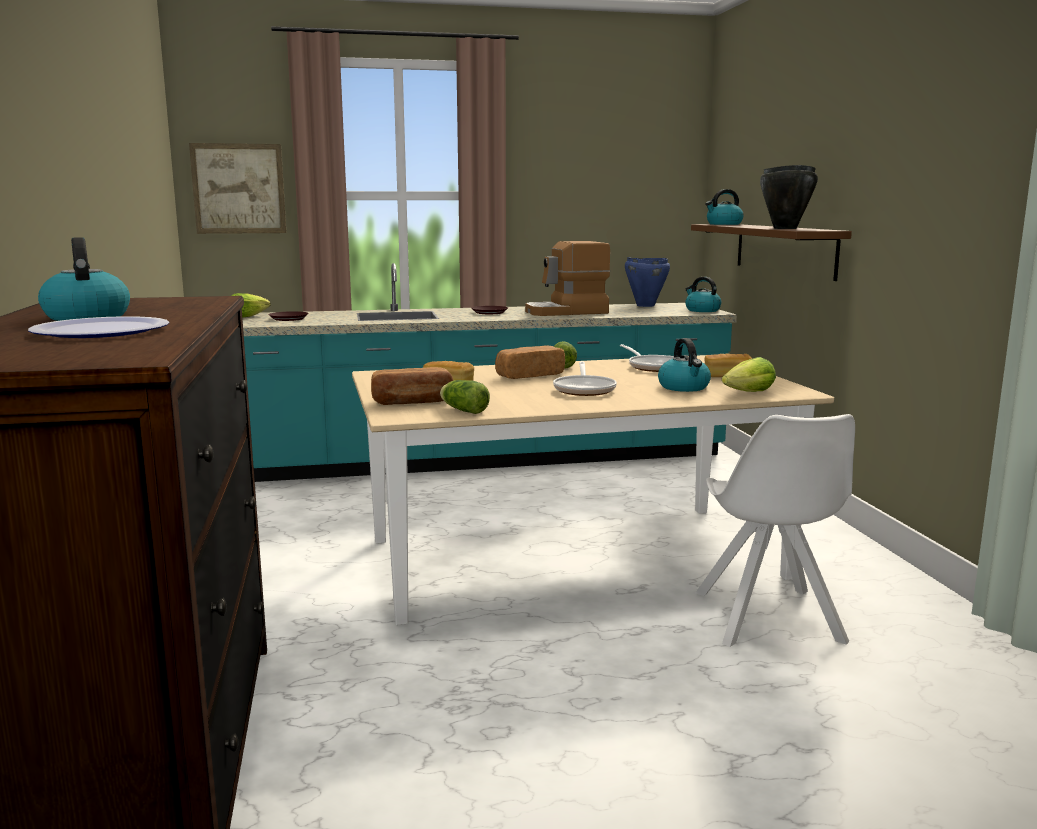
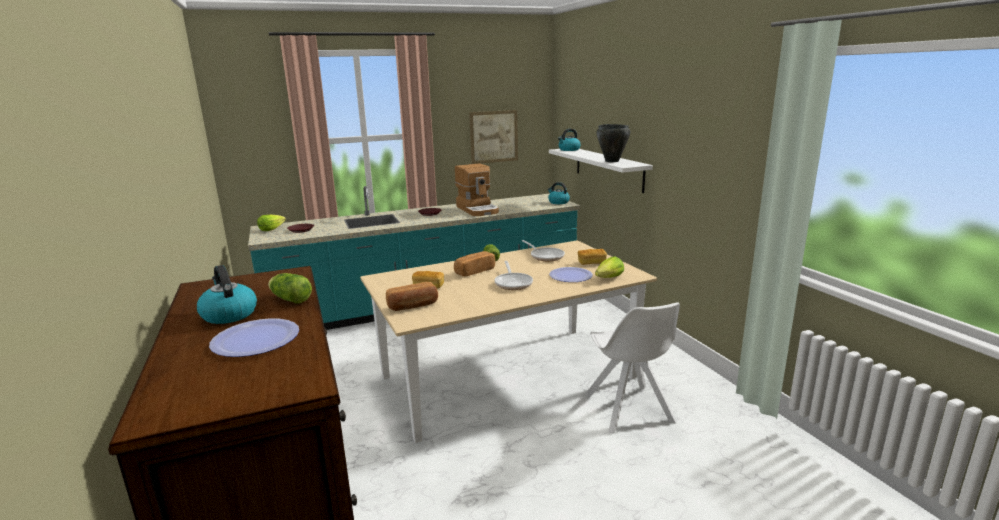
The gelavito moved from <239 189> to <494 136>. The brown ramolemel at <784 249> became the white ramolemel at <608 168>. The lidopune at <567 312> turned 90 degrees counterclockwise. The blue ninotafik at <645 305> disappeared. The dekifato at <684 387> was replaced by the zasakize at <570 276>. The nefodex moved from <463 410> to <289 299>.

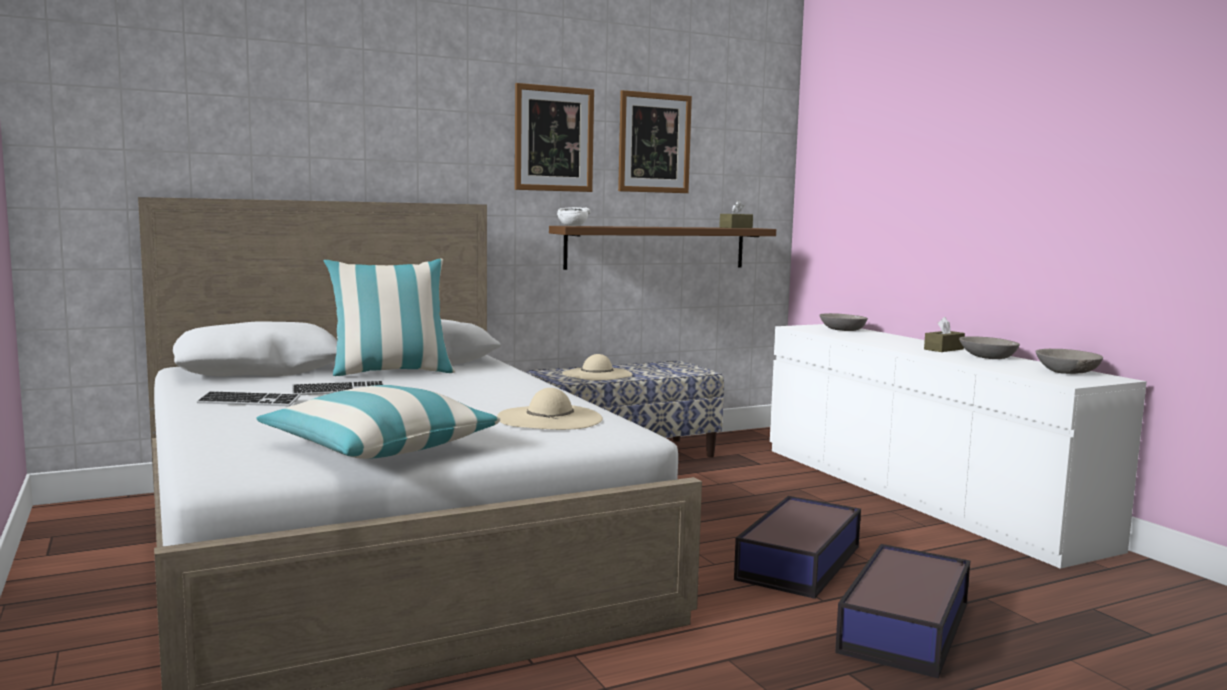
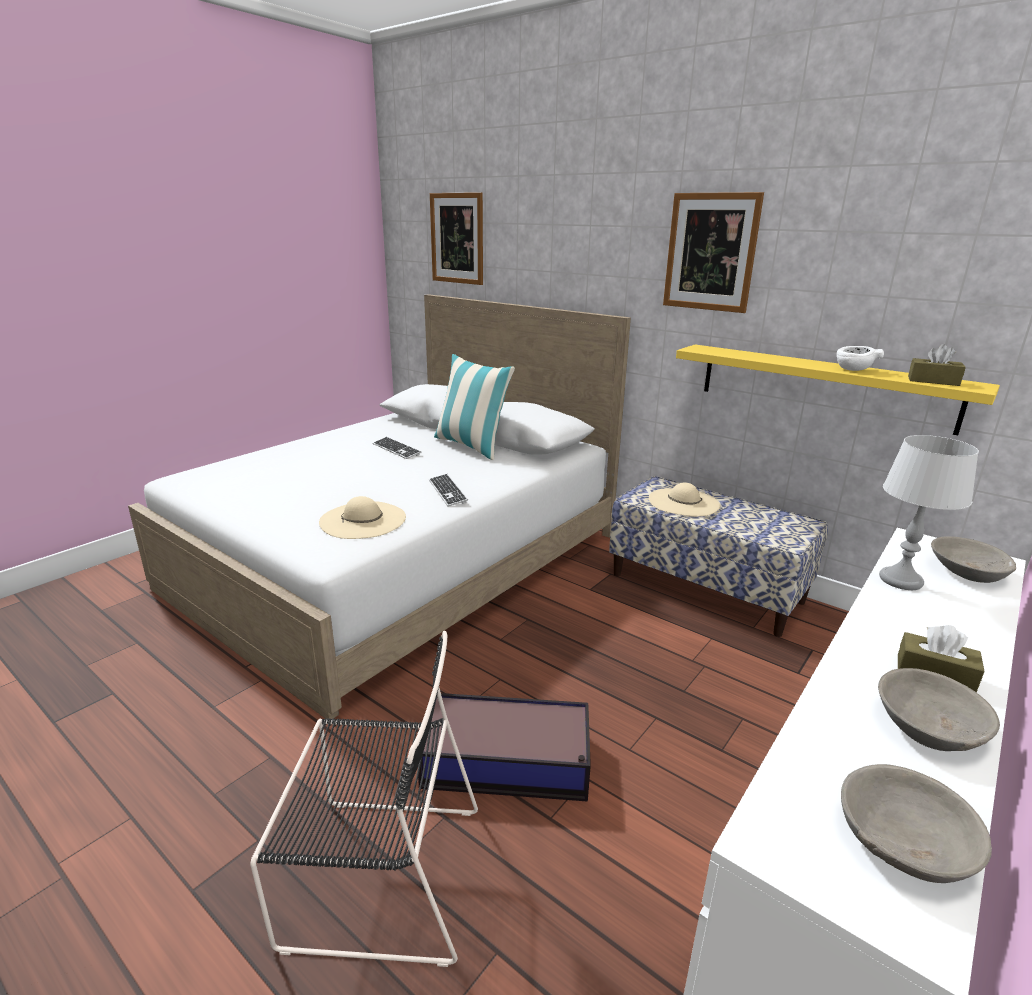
The gelavito moved from <654 143> to <457 238>. The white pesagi moved from <573 226> to <853 369>. The brown ramolemel at <657 247> became the yellow ramolemel at <823 386>. The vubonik at <379 447> disappeared. The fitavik moved from <249 402> to <447 491>. The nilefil at <906 626> was replaced by the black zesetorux at <377 874>. The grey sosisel at <901 580> appeared.

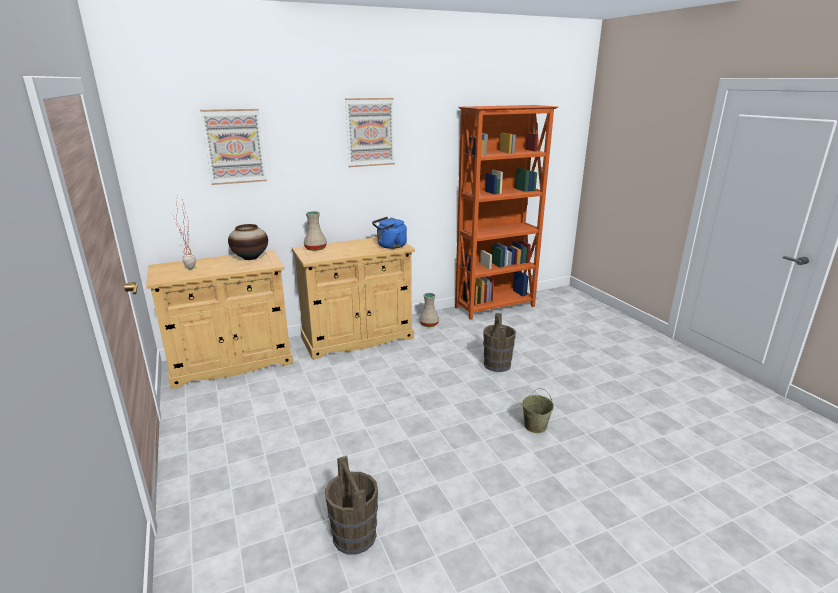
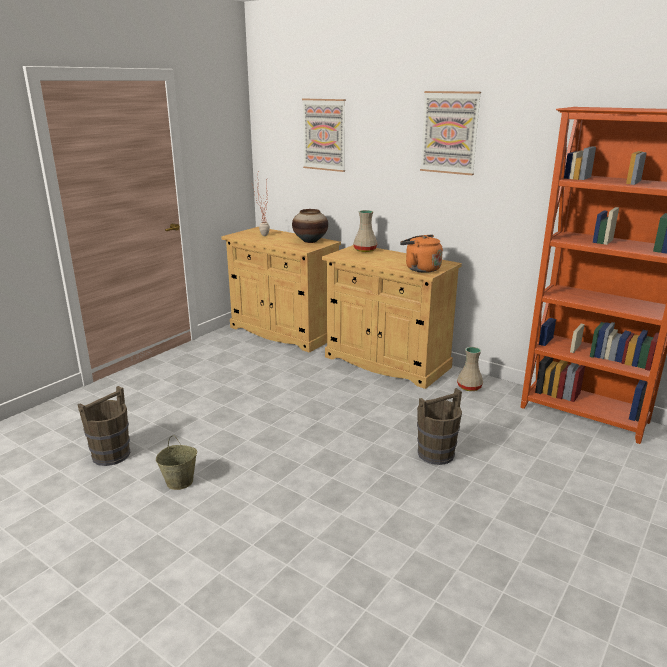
The blue dekifato at <390 246> became the orange dekifato at <420 269>. The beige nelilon moved from <535 426> to <180 481>.

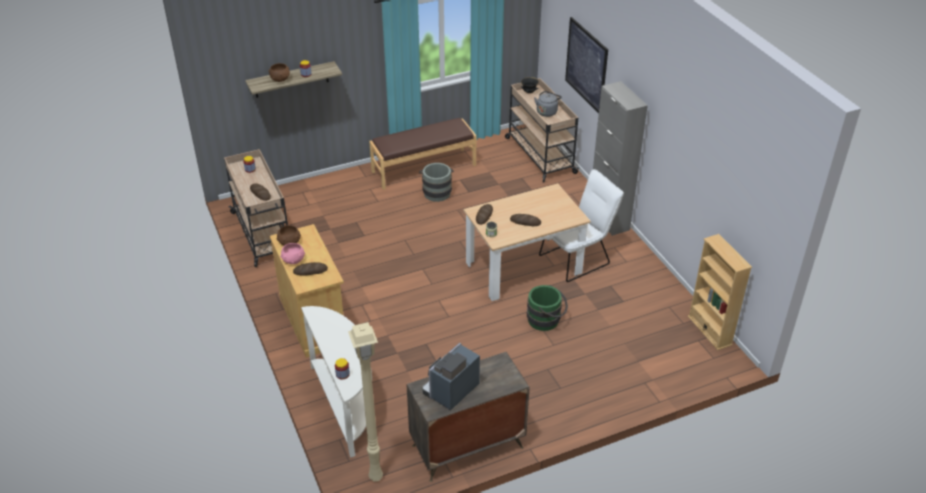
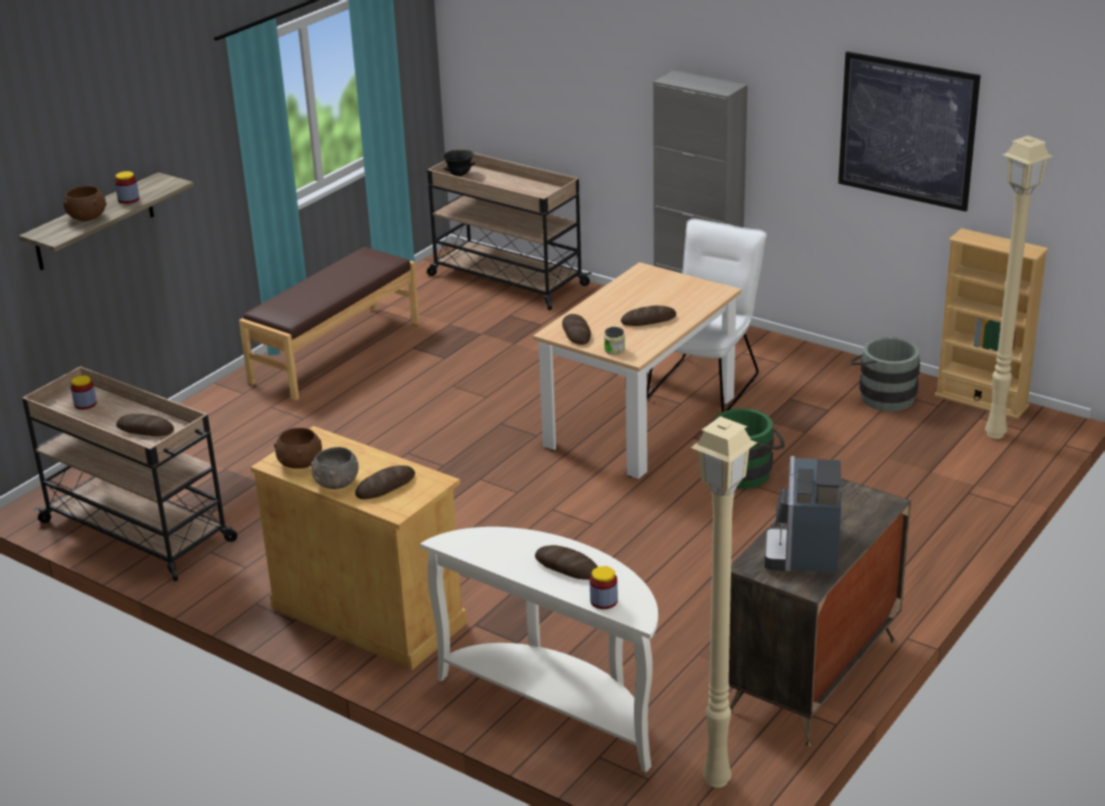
The gelavito moved from <586 65> to <907 130>. The grey dekifato at <547 111> disappeared. The grey nelilon moved from <436 191> to <883 396>. The pink pesagi at <293 260> became the grey pesagi at <336 483>. The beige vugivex at <997 434> appeared. The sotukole at <567 567> appeared.

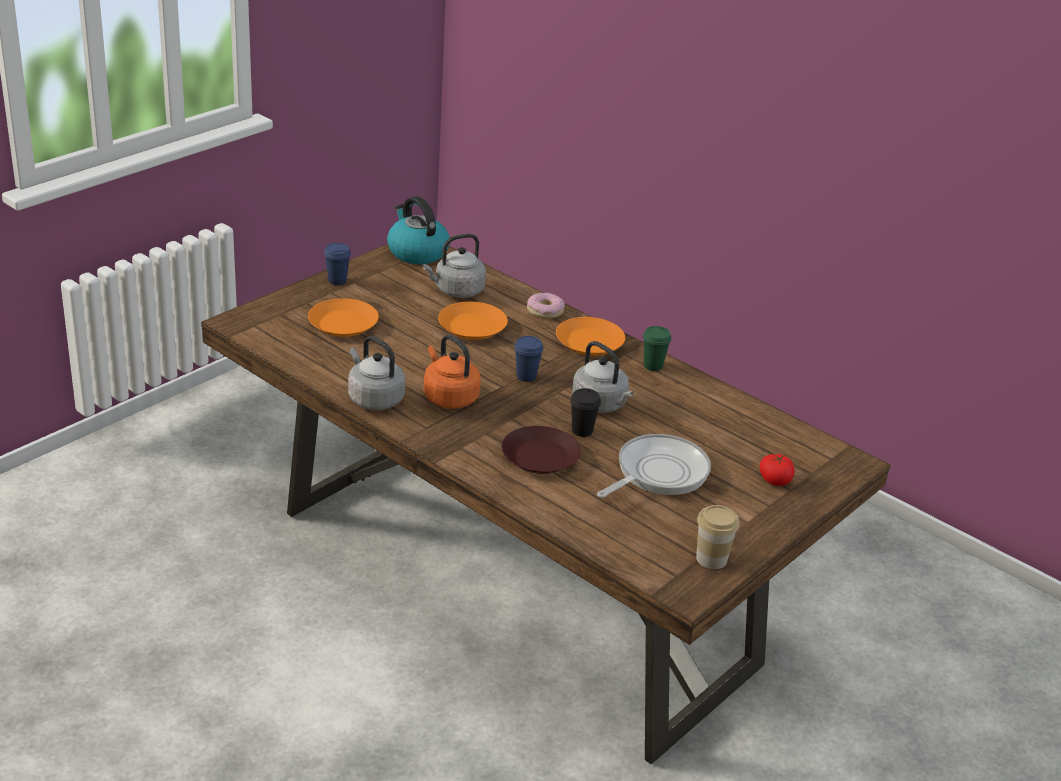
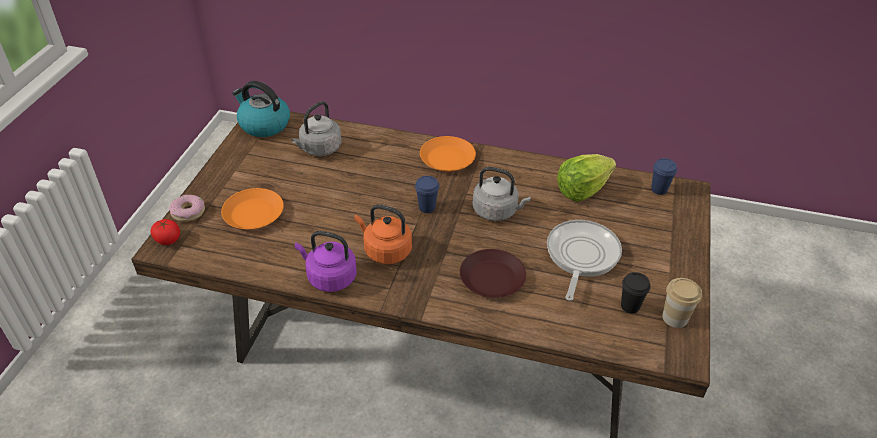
The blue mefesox moved from <337 281> to <659 189>. The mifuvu moved from <545 311> to <188 212>. The orange zasakize at <473 327> disappeared. The green mefesox at <653 366> disappeared. The grey dekifato at <374 398> became the purple dekifato at <329 277>. The black mefesox moved from <582 431> to <630 306>. The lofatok moved from <775 480> to <168 239>. The nefodex at <582 190> appeared.

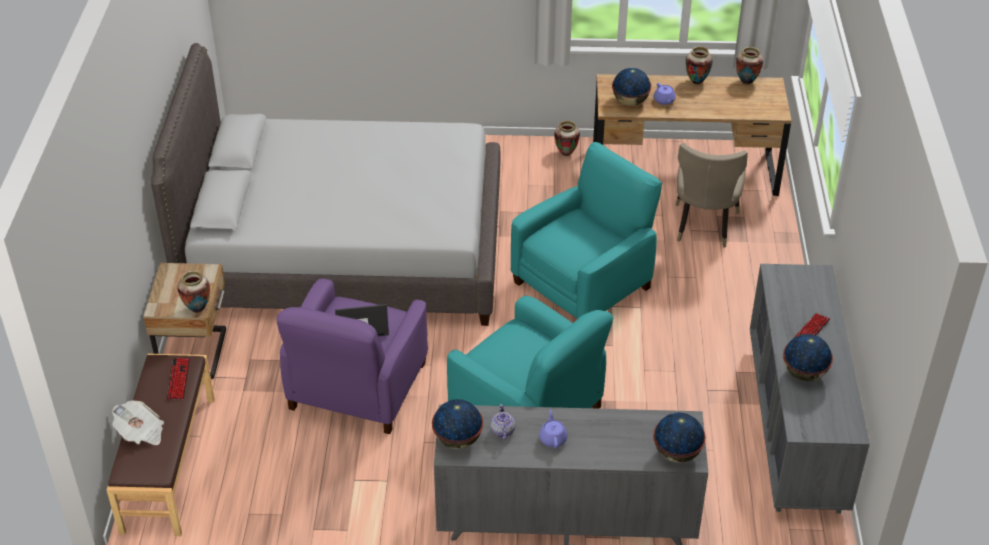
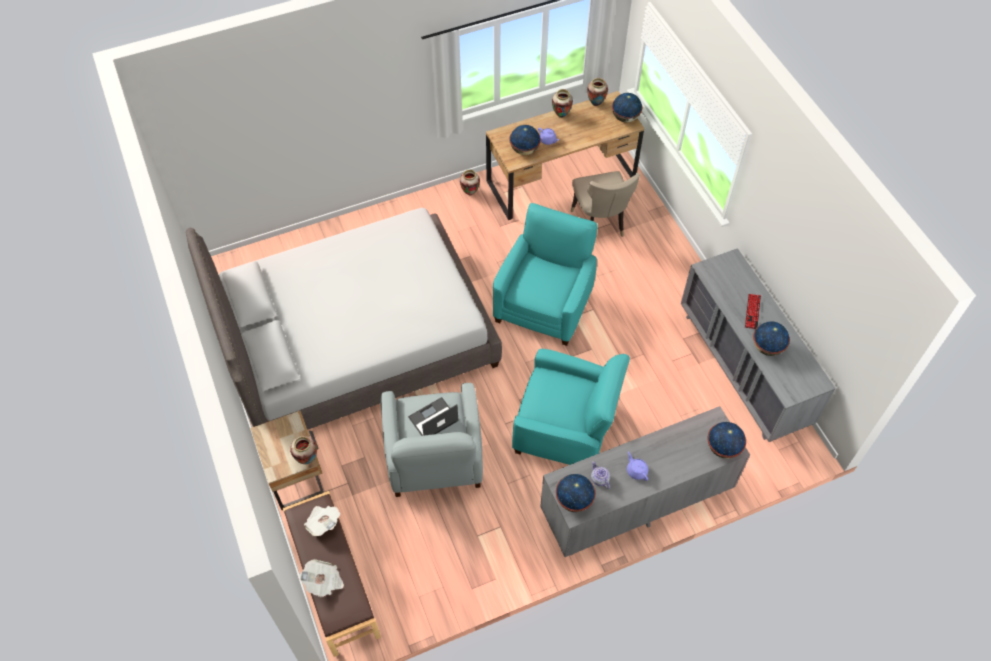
The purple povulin at <356 388> became the grey povulin at <434 458>. The fitavik at <178 379> was replaced by the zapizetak at <323 523>. The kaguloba at <625 118> appeared.

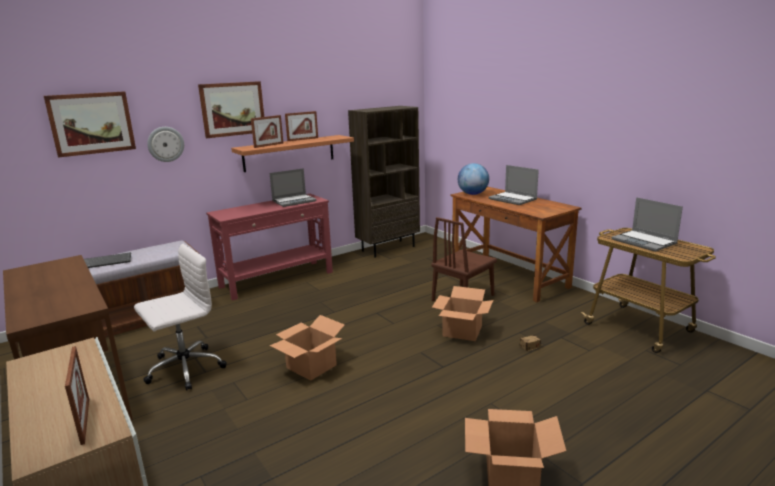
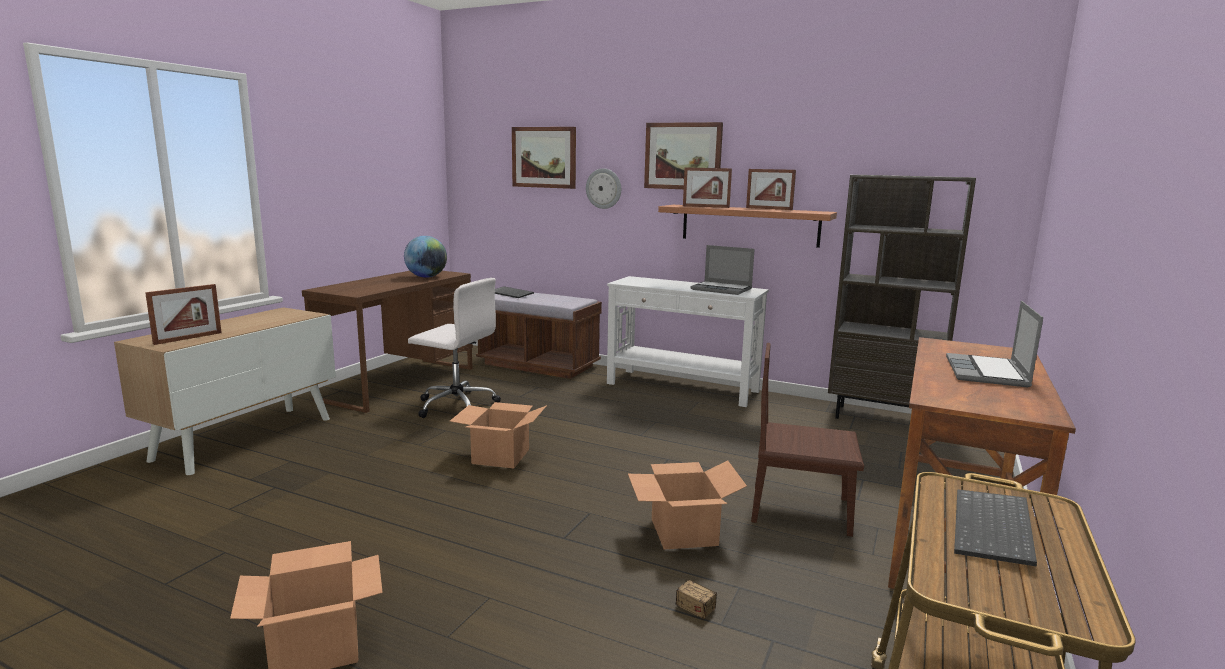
The kaguloba moved from <473 194> to <426 277>. The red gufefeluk at <278 279> became the white gufefeluk at <682 388>. The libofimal at <645 242> was replaced by the fitavik at <995 530>.

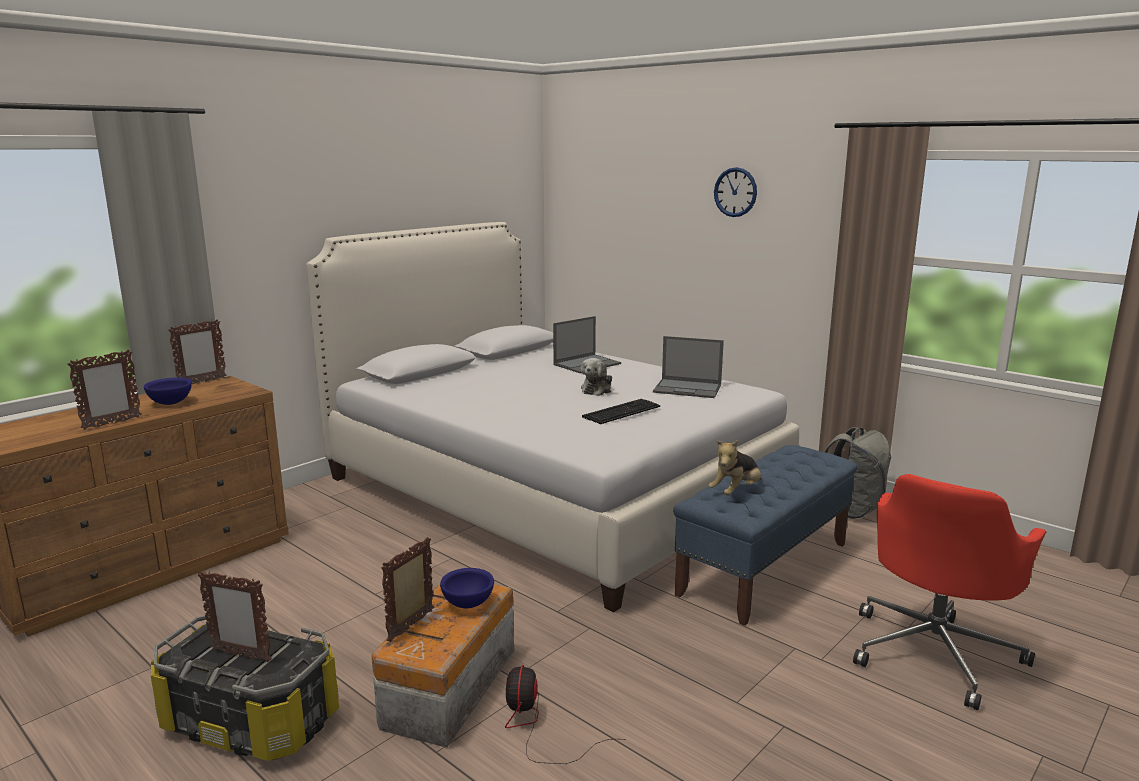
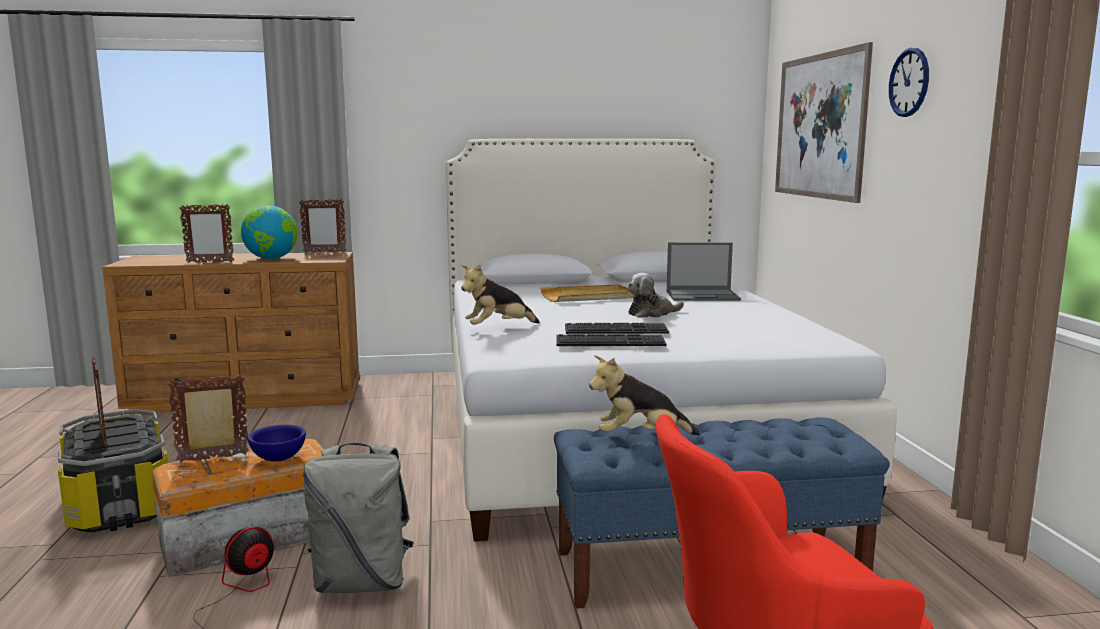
The libofimal at <688 389> disappeared. The blue pesagi at <171 403> was replaced by the kaguloba at <271 258>. The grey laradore moved from <851 510> to <362 582>. The gelavito at <819 126> appeared. The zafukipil at <498 328> appeared. The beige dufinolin at <589 297> appeared. The fitavik at <611 341> appeared.

